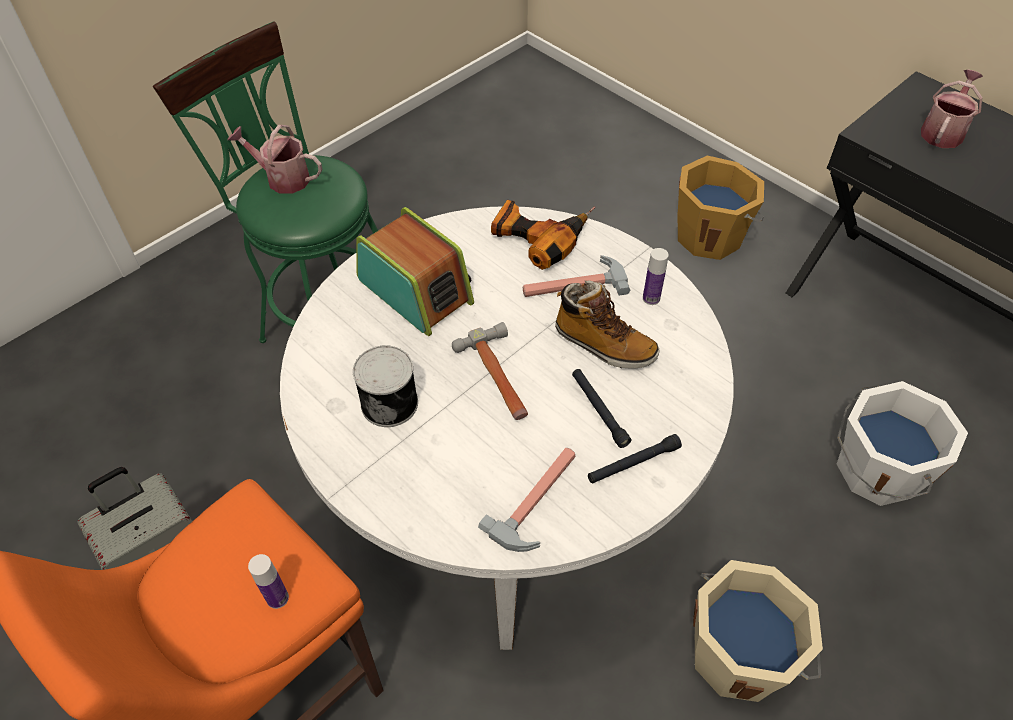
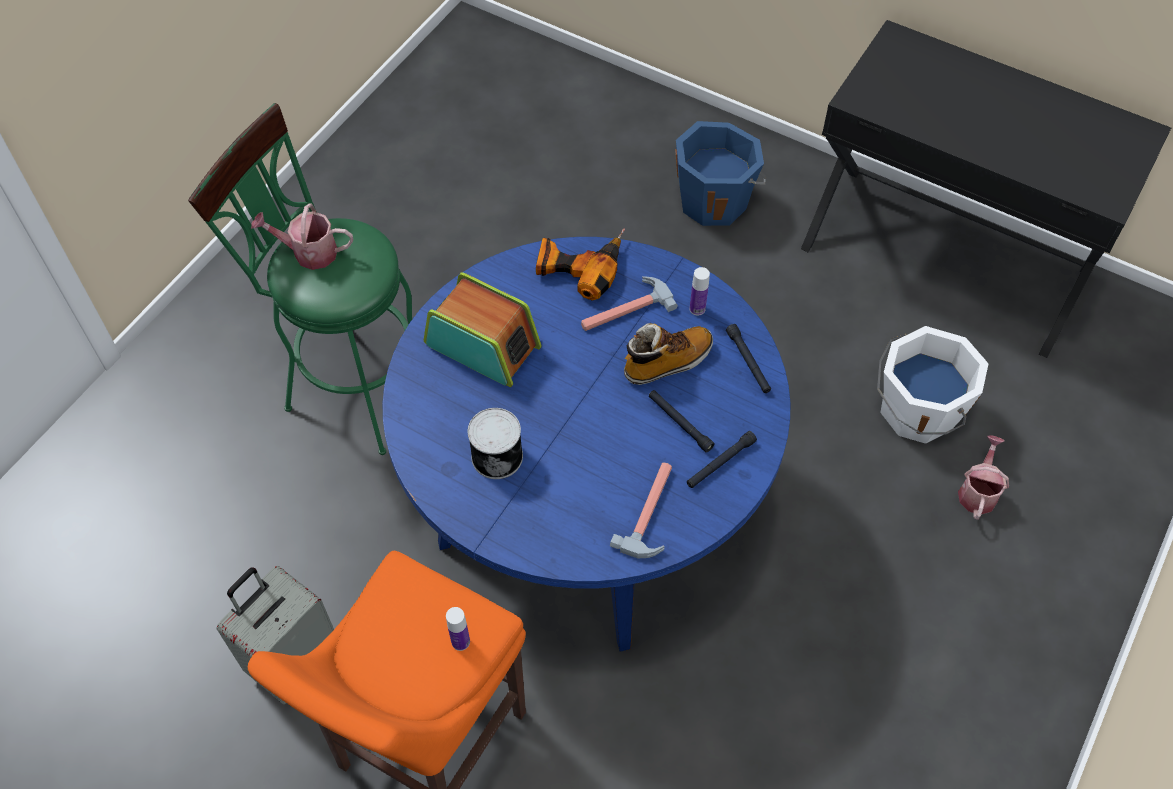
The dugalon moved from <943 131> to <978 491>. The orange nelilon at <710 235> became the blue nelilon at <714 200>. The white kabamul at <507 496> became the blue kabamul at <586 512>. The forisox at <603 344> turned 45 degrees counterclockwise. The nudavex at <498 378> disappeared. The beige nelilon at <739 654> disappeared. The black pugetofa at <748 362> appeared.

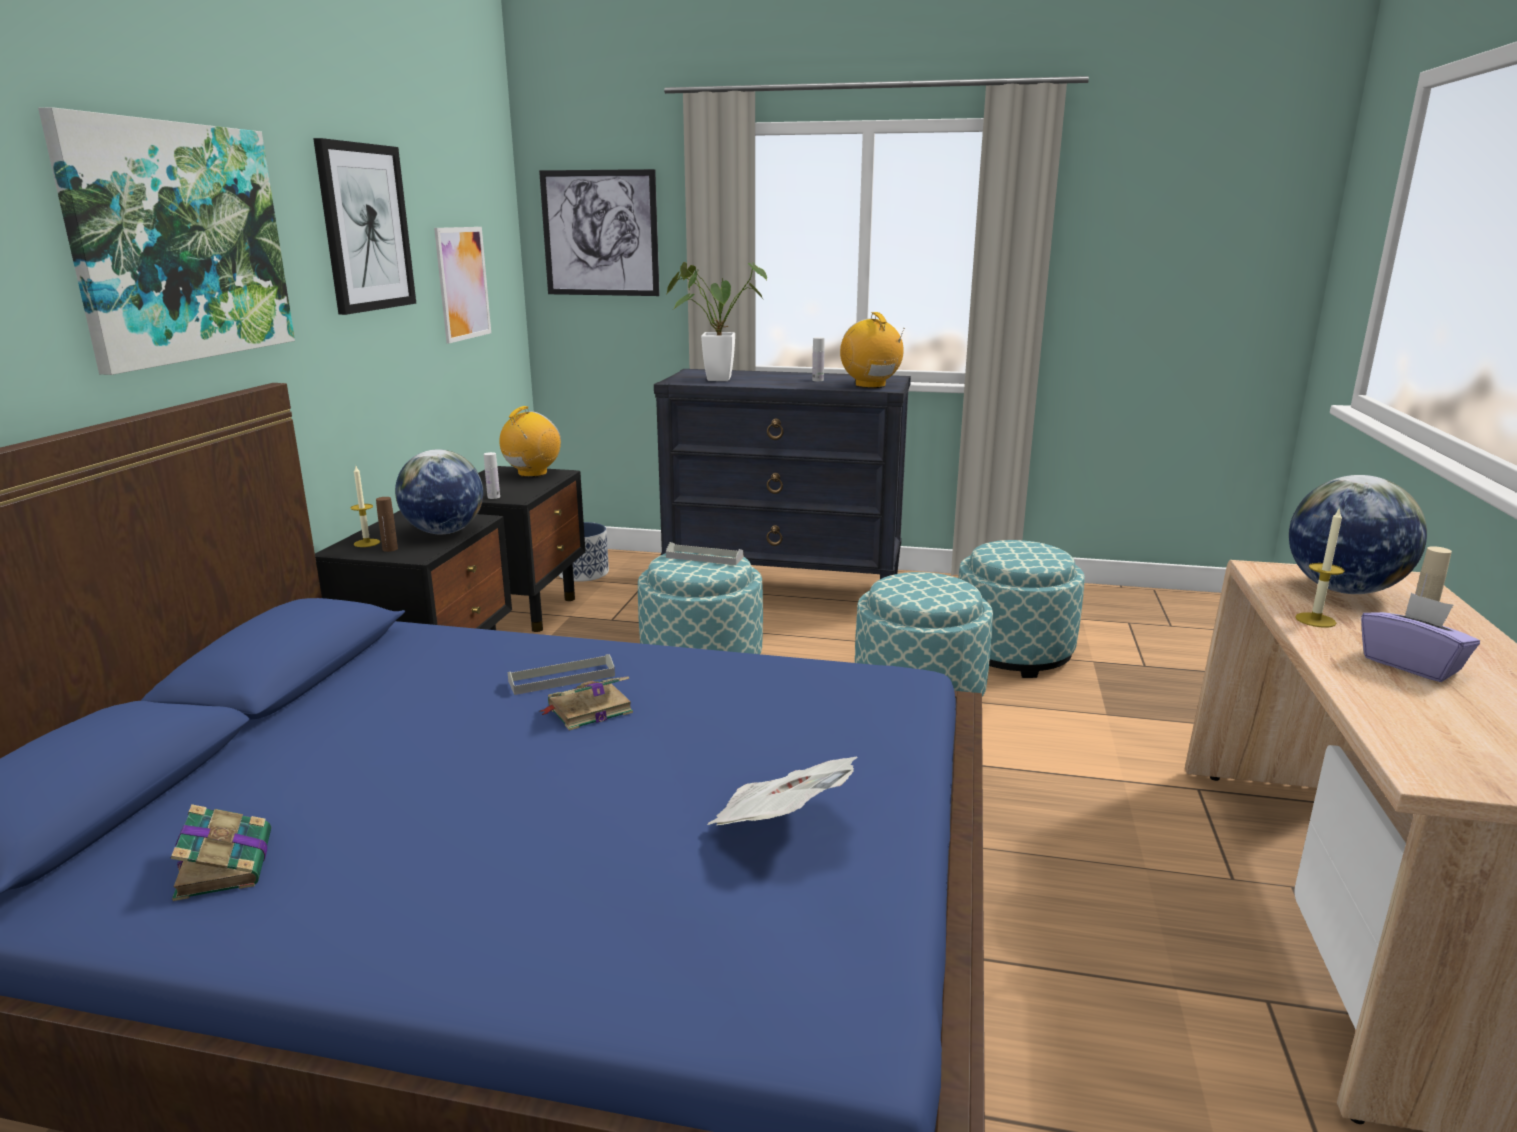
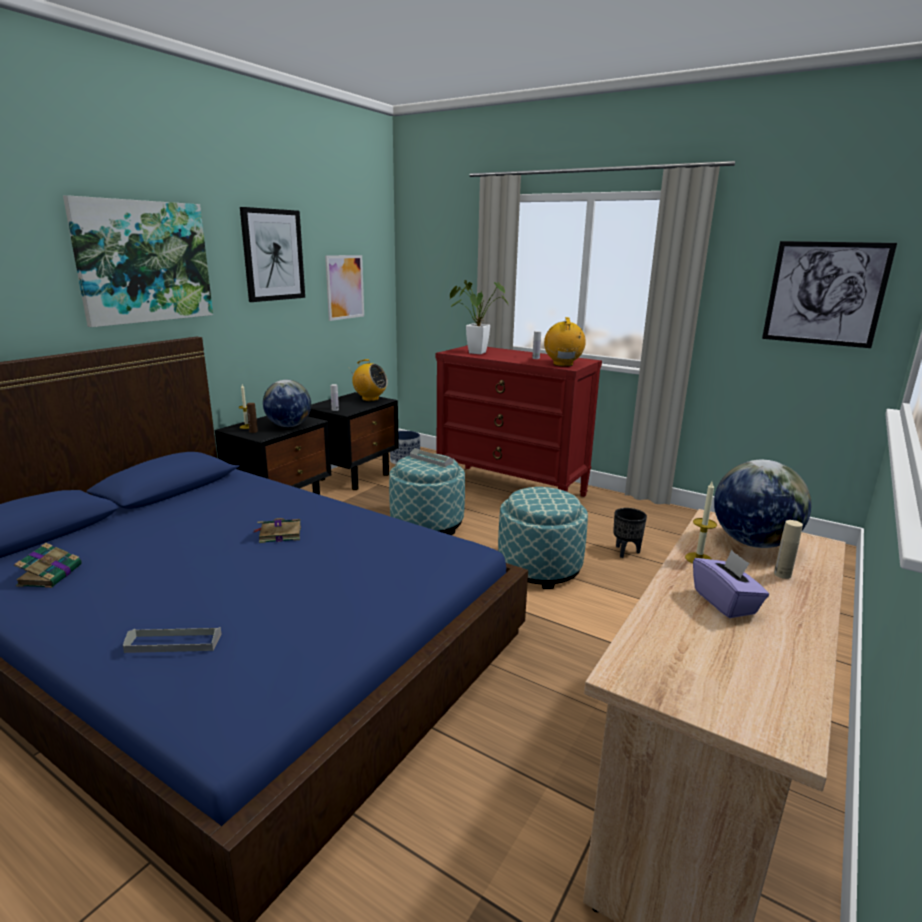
The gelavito moved from <600 233> to <825 293>. The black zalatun at <784 591> became the red zalatun at <511 489>. The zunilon at <532 473> turned 60 degrees clockwise. The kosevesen at <1013 653> was replaced by the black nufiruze at <626 552>. The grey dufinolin moved from <562 678> to <174 643>. The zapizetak at <780 825> disappeared.

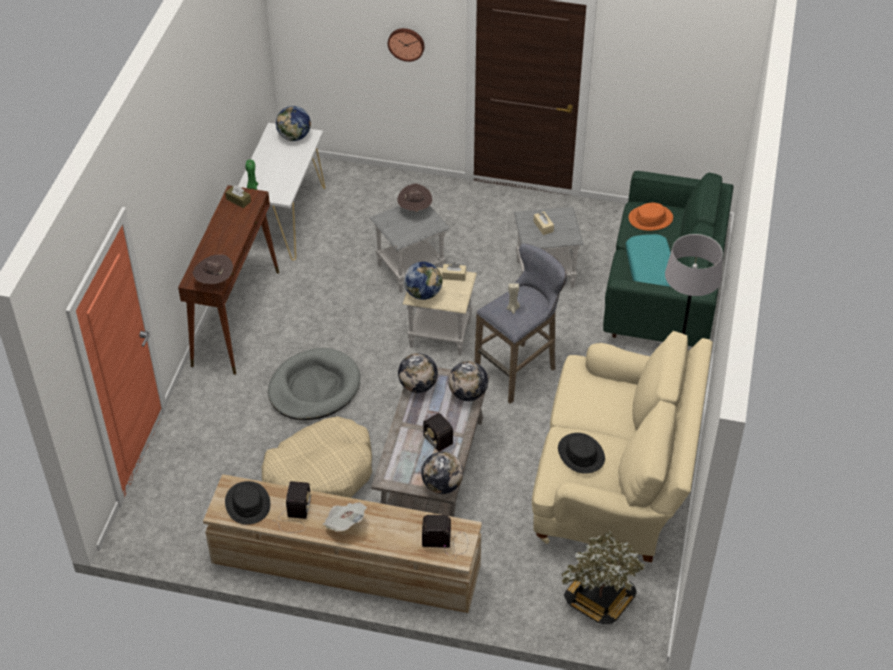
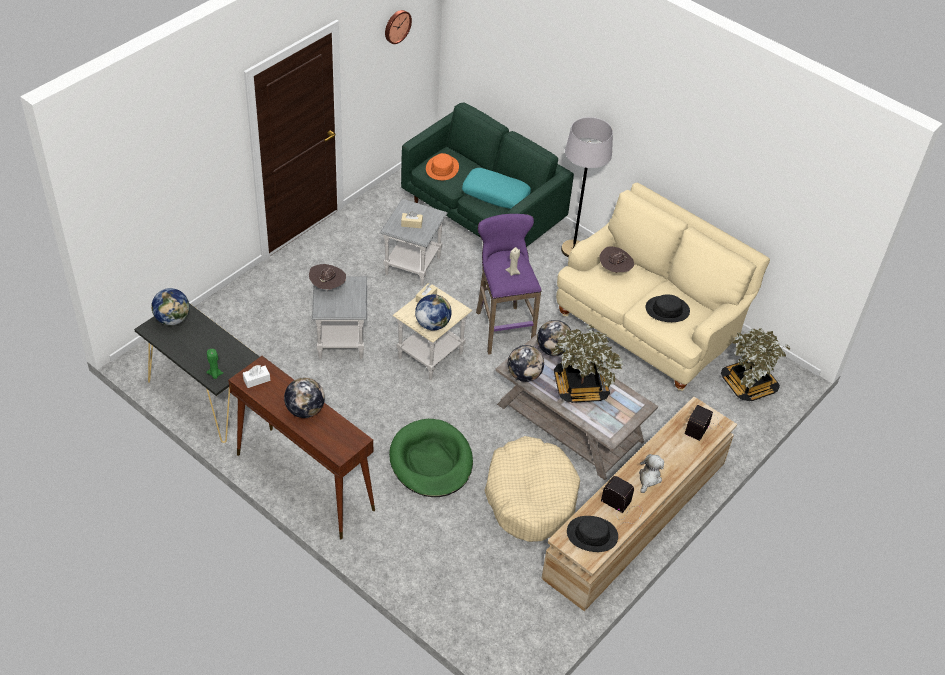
The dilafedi moved from <406 43> to <396 26>. The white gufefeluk at <285 219> became the black gufefeluk at <206 396>. The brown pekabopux at <238 200> became the white pekabopux at <256 380>. The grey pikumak at <518 370> became the purple pikumak at <502 327>. The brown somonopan moved from <214 281> to <614 270>. The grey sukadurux at <314 388> became the green sukadurux at <431 461>. The zunilon at <434 432> was replaced by the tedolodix at <580 387>. The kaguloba moved from <442 485> to <305 410>. The zapizetak at <345 522> was replaced by the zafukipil at <649 478>.

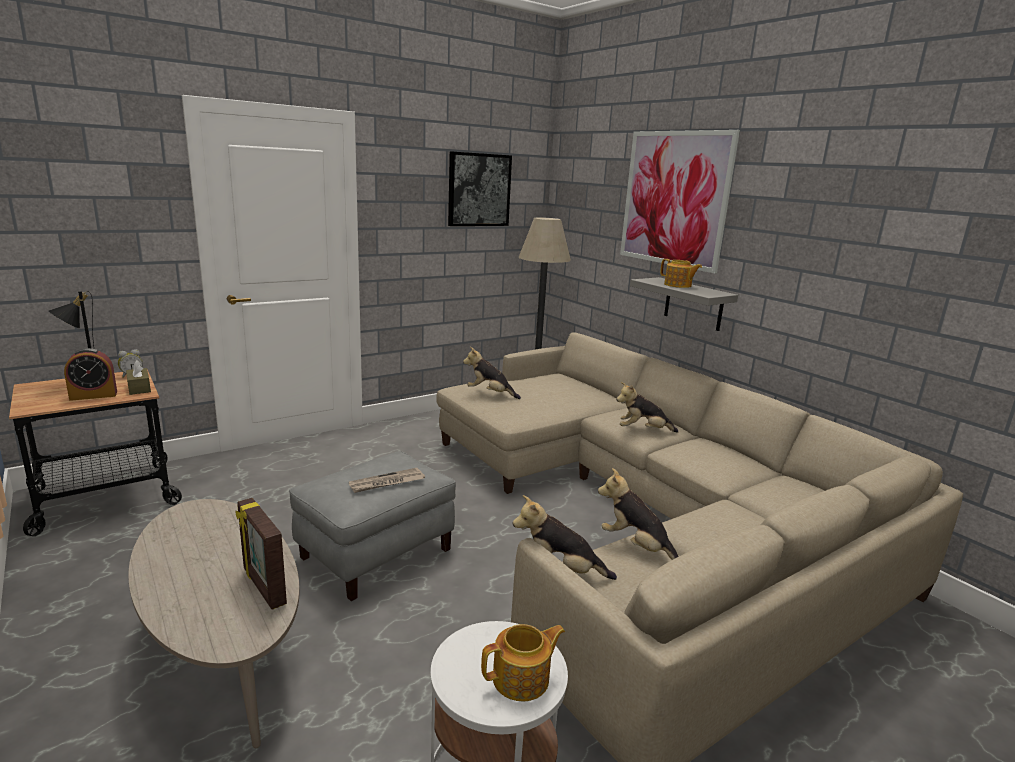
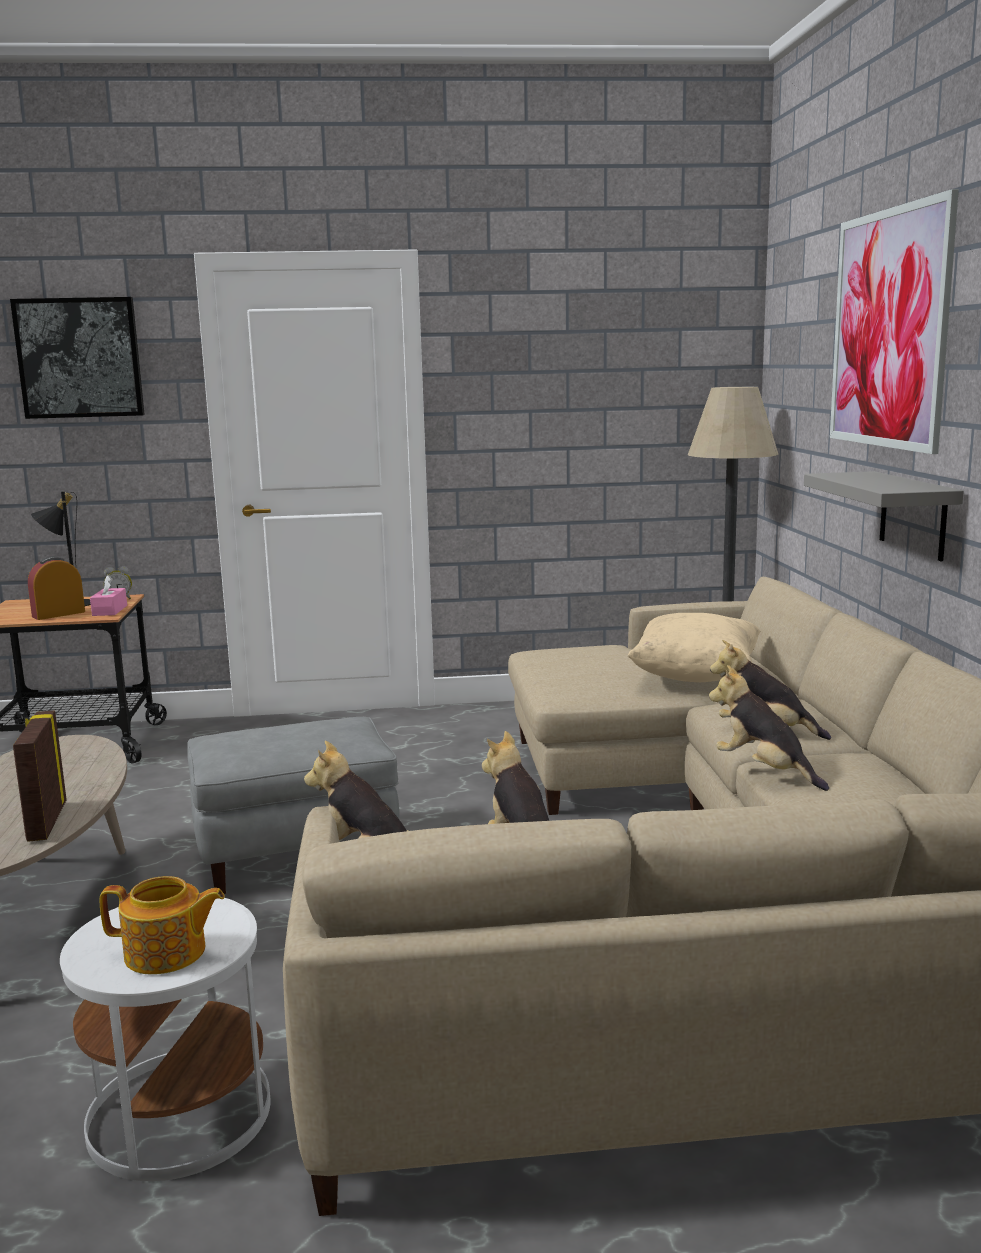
The gelavito moved from <479 190> to <79 358>. The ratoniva at <678 285> disappeared. The zafukipil moved from <490 393> to <764 771>. The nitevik at <93 395> turned 135 degrees clockwise. The brown pekabopux at <139 388> became the pink pekabopux at <110 610>. The zapizetak at <386 483> disappeared. The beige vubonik at <695 677> appeared.

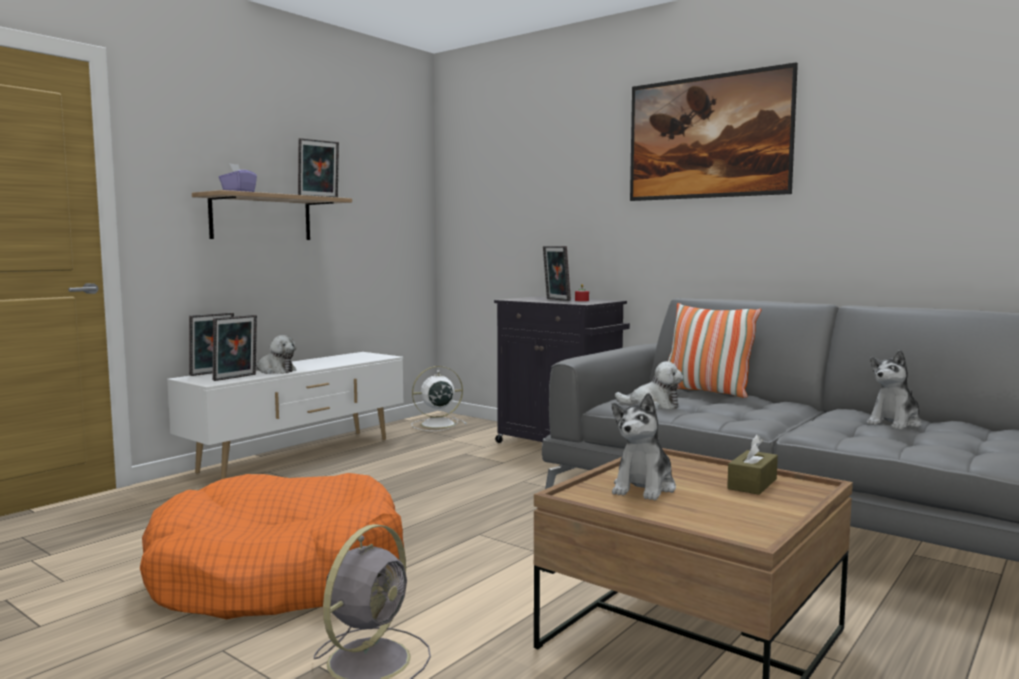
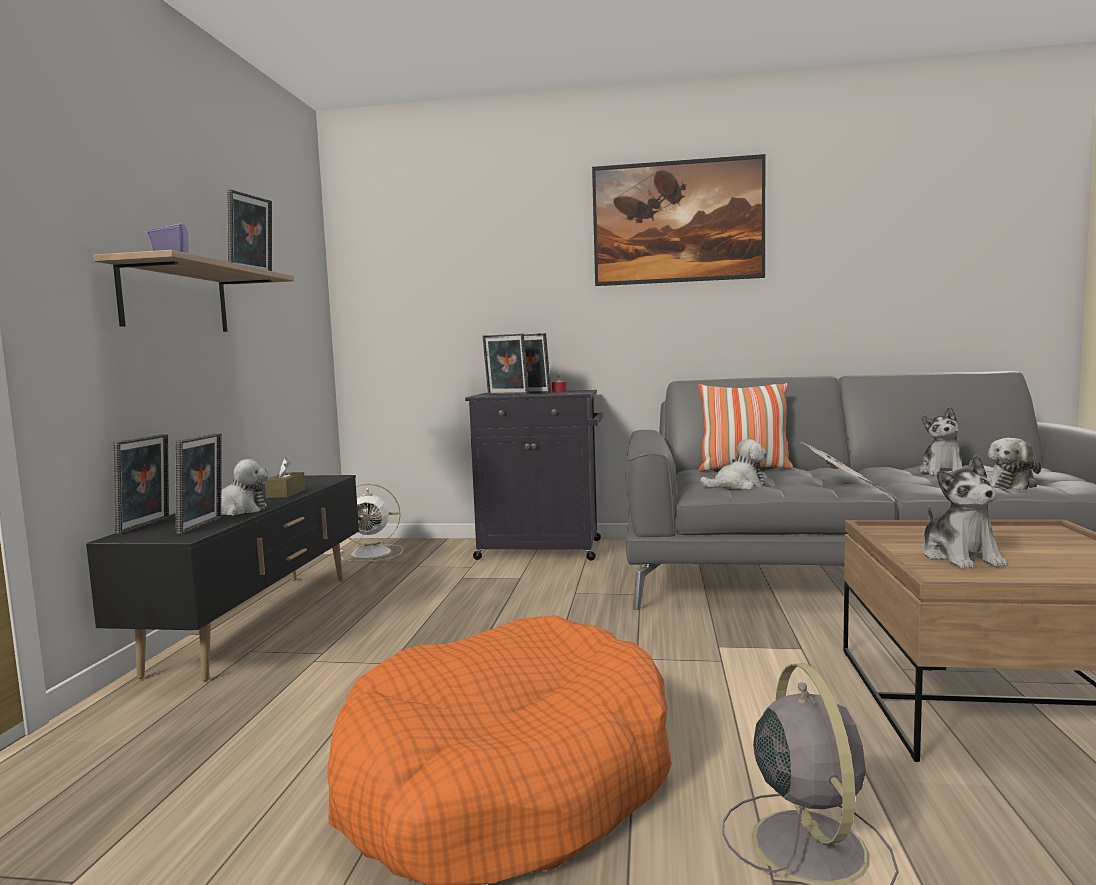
The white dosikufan at <300 455> became the black dosikufan at <260 621>. The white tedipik at <436 424> turned 135 degrees counterclockwise. The brown pekabopux moved from <752 484> to <286 493>. The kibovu at <506 394> appeared. The zafukipil at <1011 484> appeared. The zapizetak at <838 483> appeared.

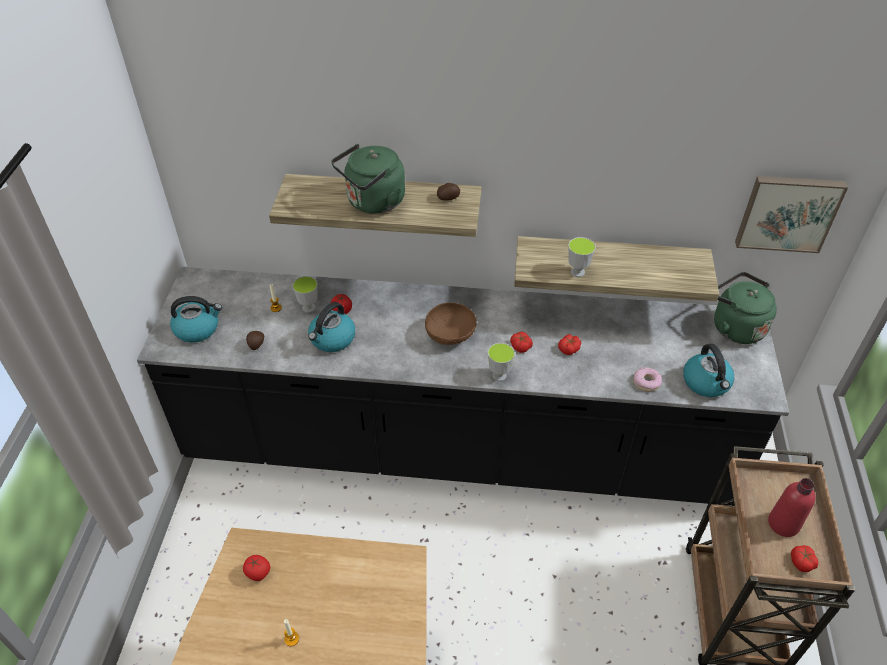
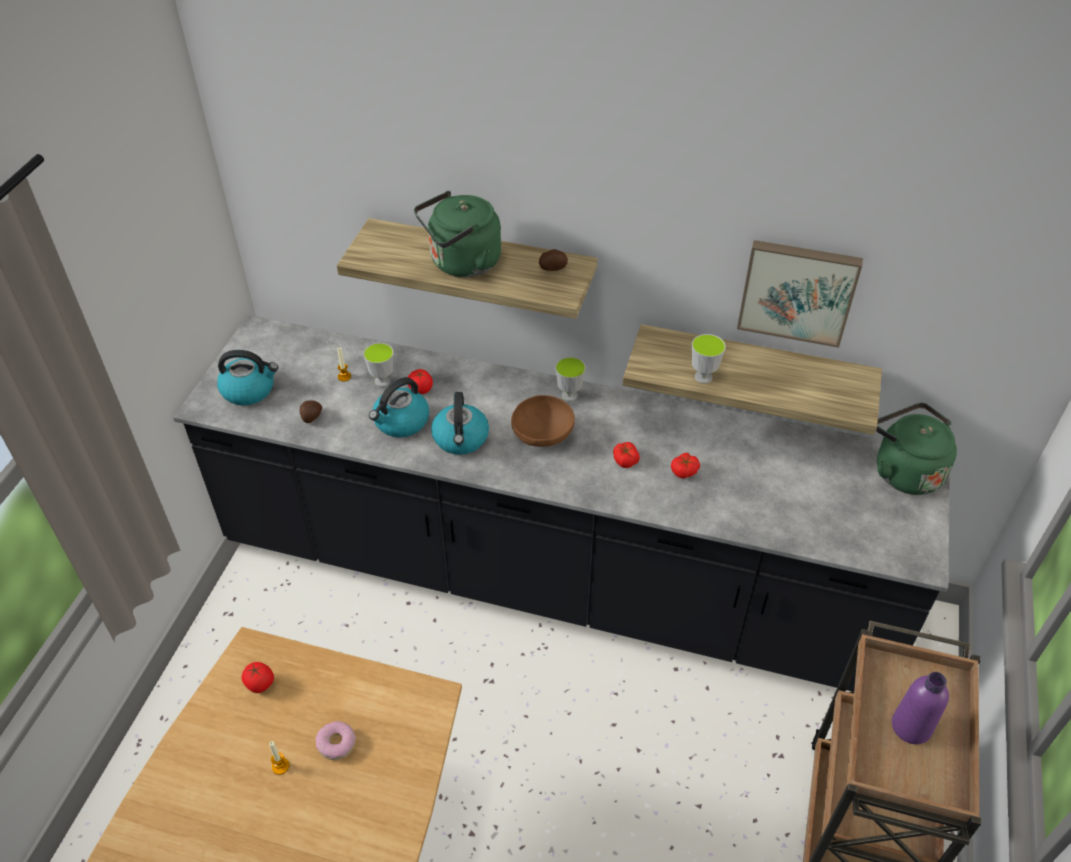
The gelavito moved from <788 212> to <798 291>. The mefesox moved from <499 375> to <569 395>. The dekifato moved from <706 383> to <461 439>. The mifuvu moved from <646 382> to <336 744>. The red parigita at <783 523> became the purple parigita at <911 726>. The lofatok at <801 562> disappeared.

